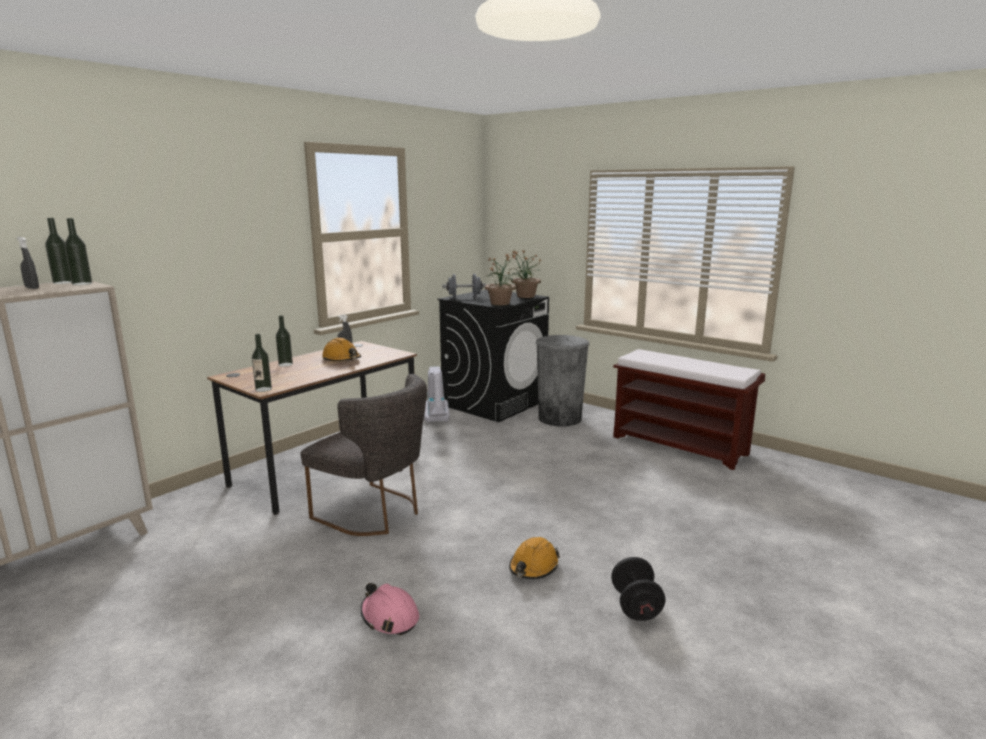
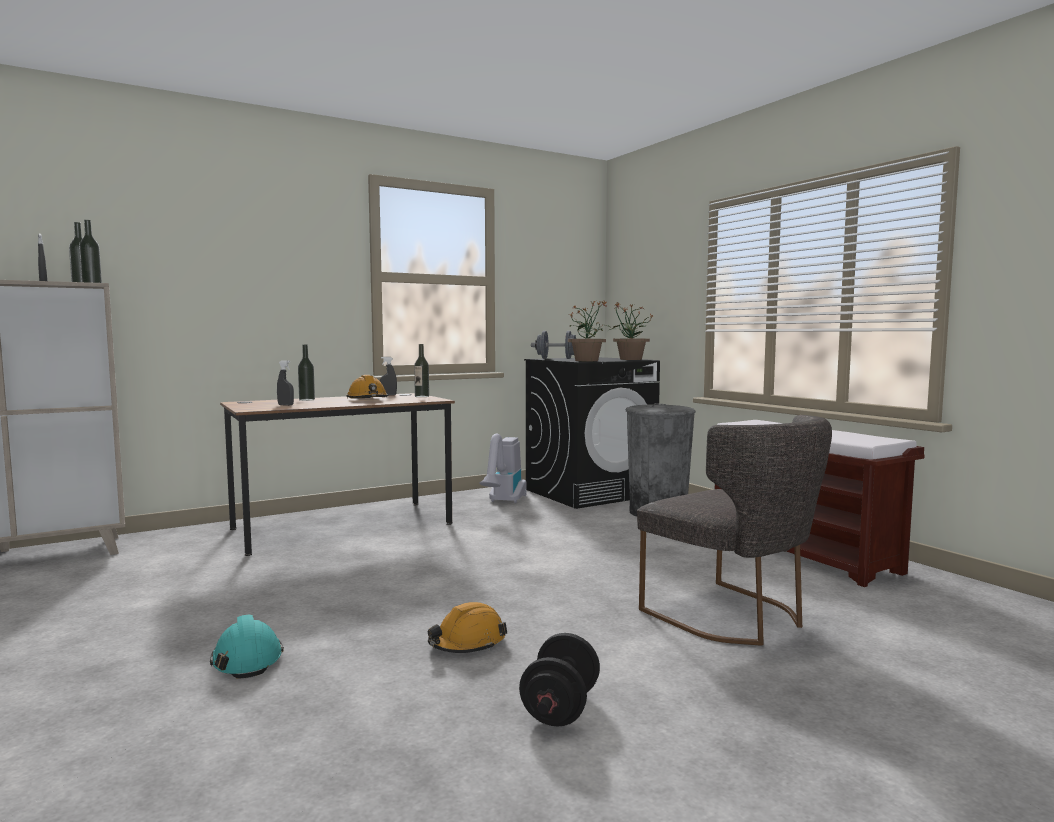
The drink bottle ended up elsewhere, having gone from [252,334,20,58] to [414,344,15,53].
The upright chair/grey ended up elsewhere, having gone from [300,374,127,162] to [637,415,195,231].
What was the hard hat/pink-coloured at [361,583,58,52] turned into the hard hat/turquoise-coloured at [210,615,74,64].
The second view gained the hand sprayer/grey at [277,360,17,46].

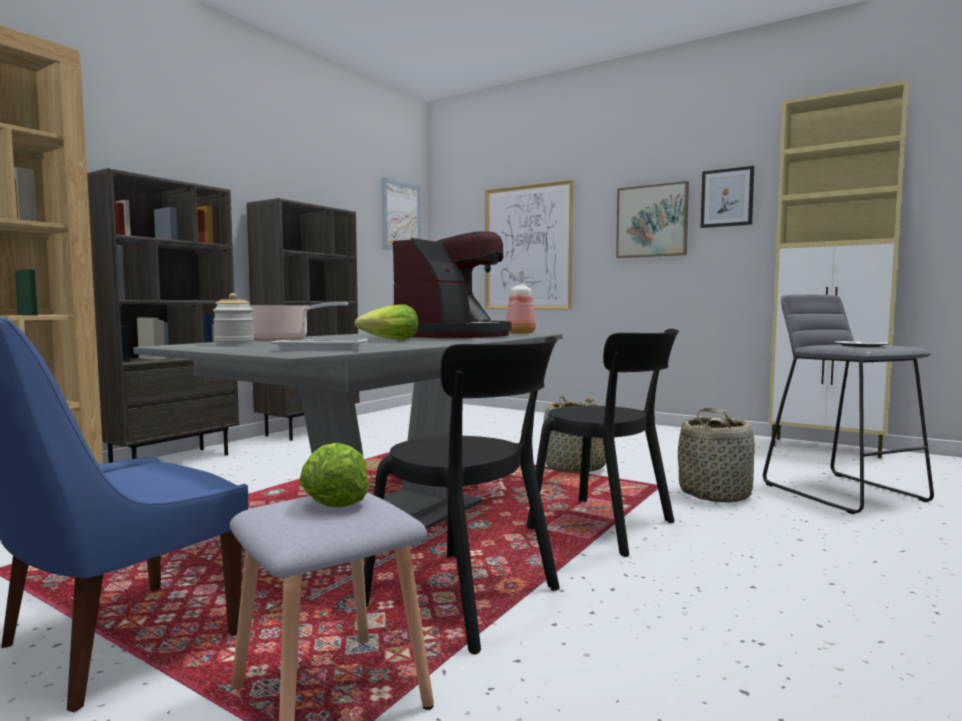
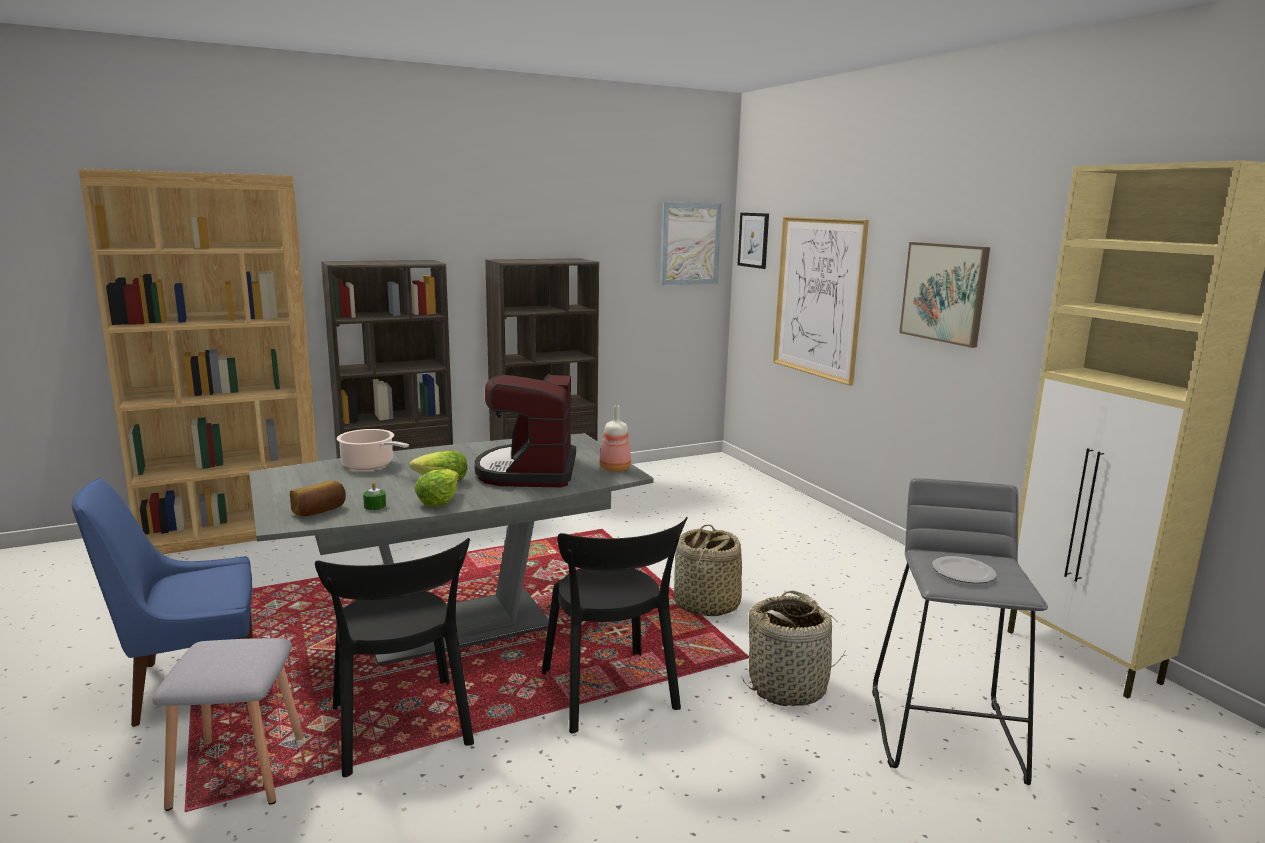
The picture ended up elsewhere, having gone from [701,166,53,62] to [738,213,31,56].
The coffee maker at [393,231,119,107] ended up facing another way, 120 degrees clockwise from before.
The second view lost the jar at [213,293,41,52].
Where the serving tray/whitish stood at [271,339,97,12], the bread came to stand at [290,480,56,36].
The head of lettuce ended up elsewhere, having gone from [299,443,70,65] to [415,469,44,38].
The second view gained the wax candle/greenish at [363,482,23,28].

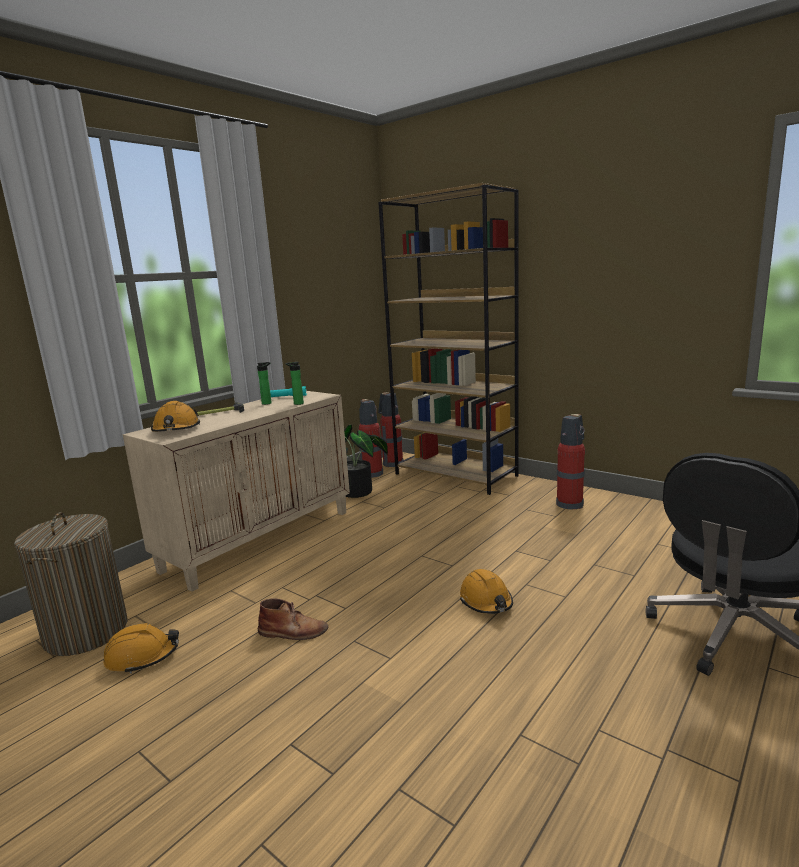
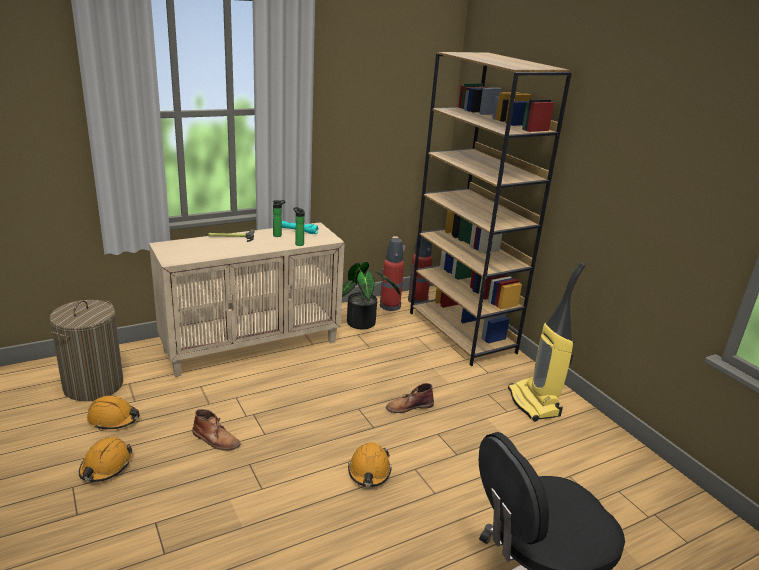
The hard hat/orange ended up elsewhere, having gone from [151,401,49,31] to [79,437,53,45].
Where the fire-fighting cylinder stood at [556,414,29,95], the vacuum came to stand at [508,262,77,160].
The second view gained the tall boot/brown at [386,383,48,30].

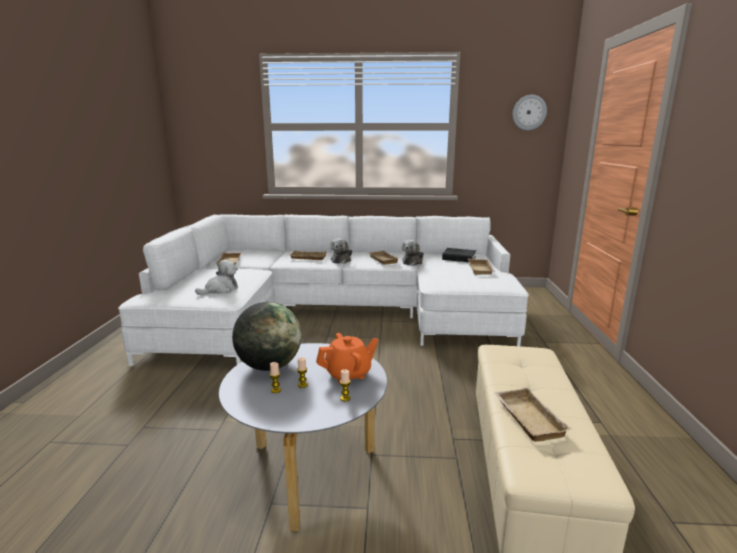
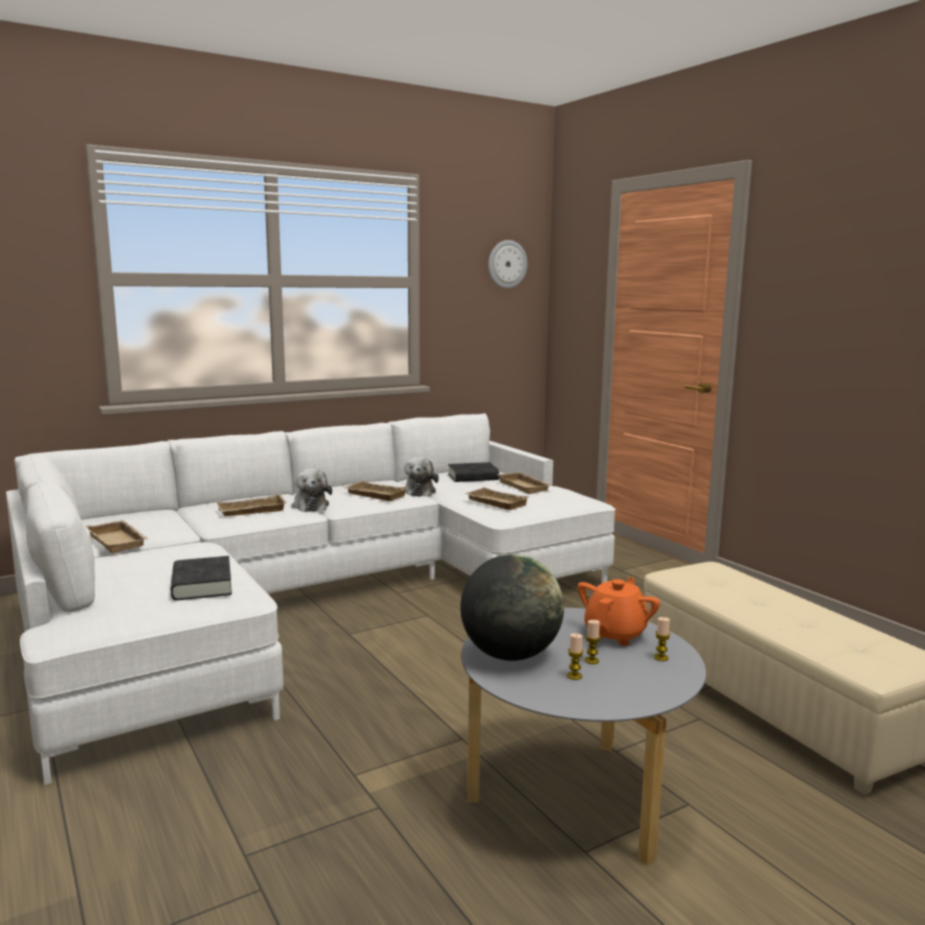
Where the soft toy stood at [195,260,43,35], the book/black-coloured came to stand at [171,556,61,45].
The serving tray/beige-coloured ended up elsewhere, having gone from [494,388,77,54] to [464,487,66,23].

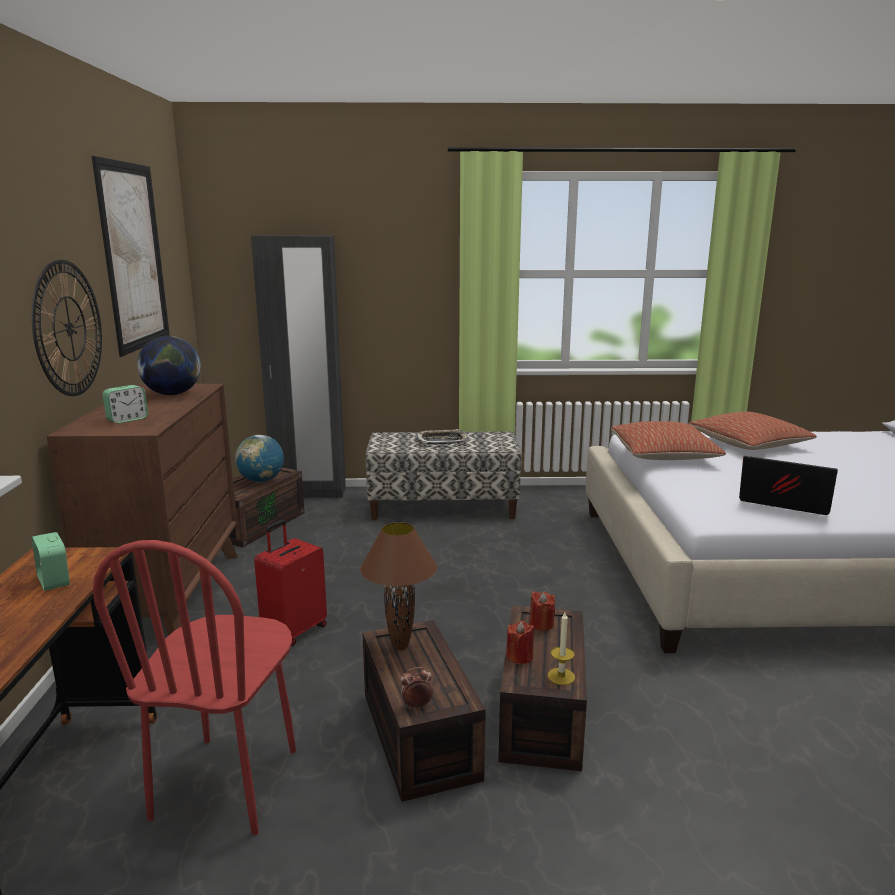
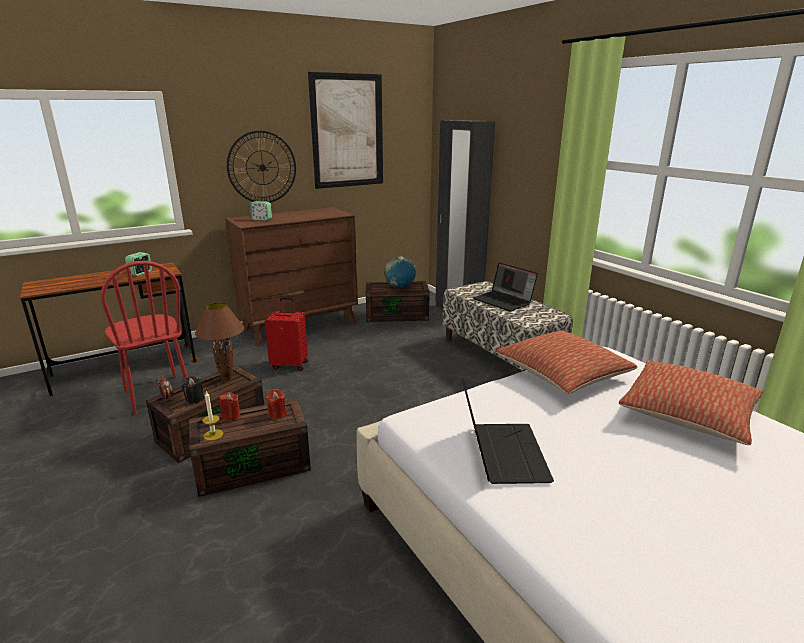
The second view lost the world globe at [137,336,64,59].
Where the serving tray stood at [415,429,53,15], the notebook computer came to stand at [473,263,65,49].
The upright chair/reddish at [93,540,203,295] ended up facing another way, 105 degrees counterclockwise from before.
The second view gained the wax candle/black-coloured at [182,376,22,28].

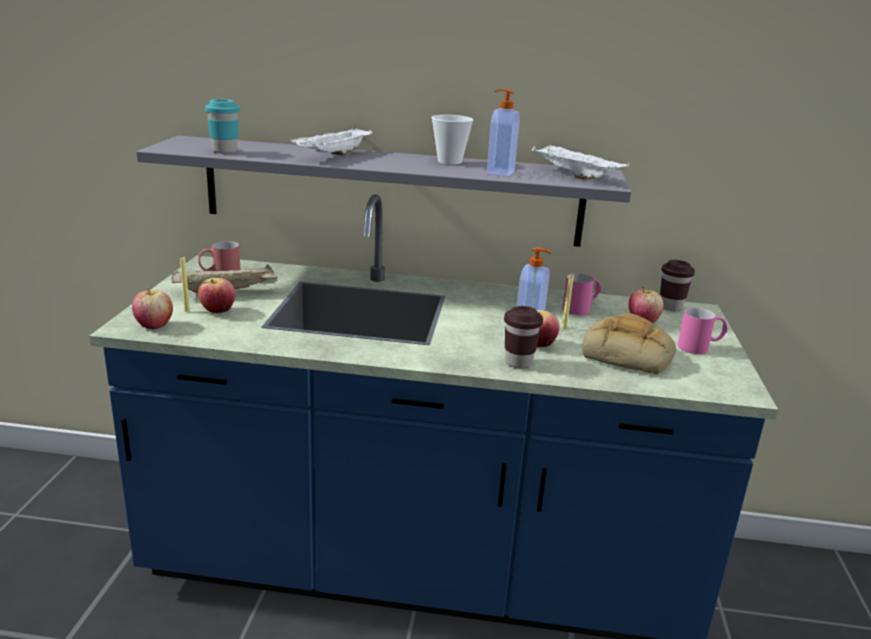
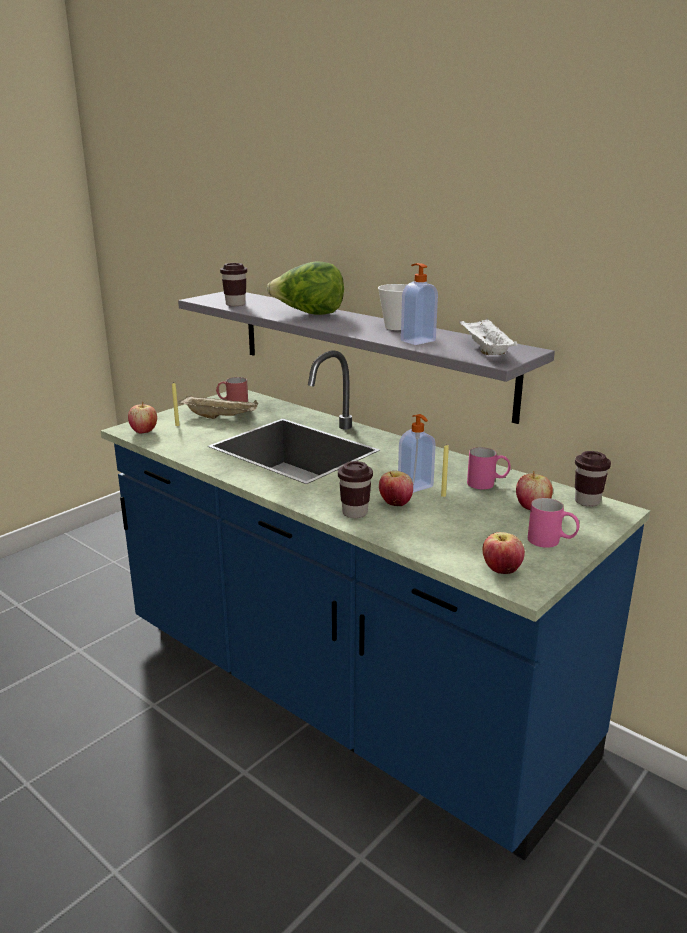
What was the drinking cup/turquoise-coloured at [205,99,35,54] turned into the drinking cup/brown at [220,263,27,43].
Where the serving tray/whitish stood at [291,126,82,30], the head of lettuce came to stand at [267,261,77,54].
The apple ended up elsewhere, having gone from [198,278,37,35] to [483,532,42,42].
The second view lost the bread at [582,313,94,62].

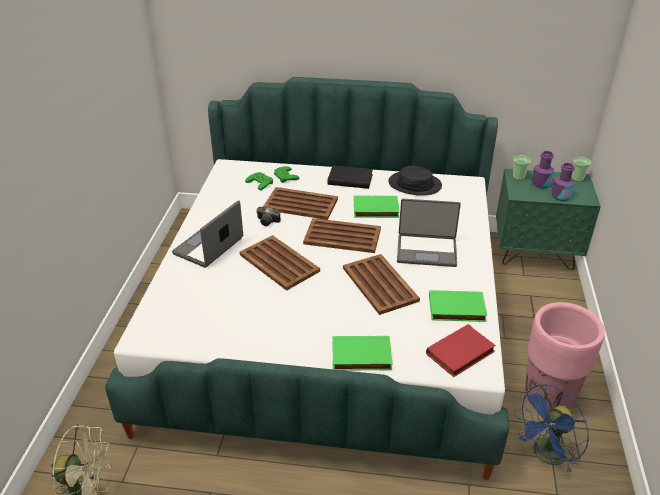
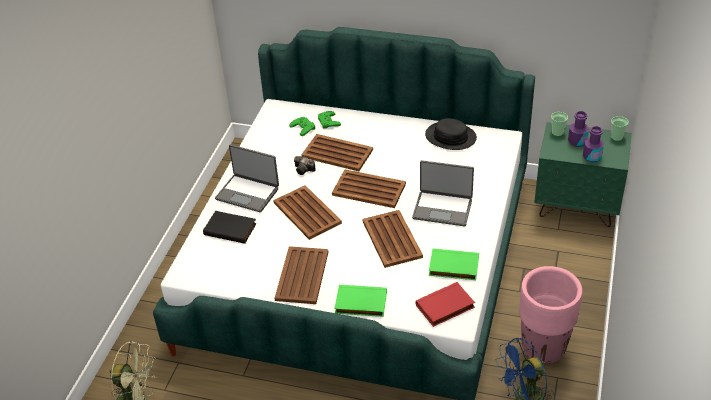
The book/black-coloured ended up elsewhere, having gone from [328,165,45,24] to [203,211,54,33].
The second view lost the book/greenish at [354,196,45,22].
The notebook computer at [172,200,71,68] ended up facing another way, 105 degrees counterclockwise from before.
The second view gained the serving tray/brown at [275,246,53,58].

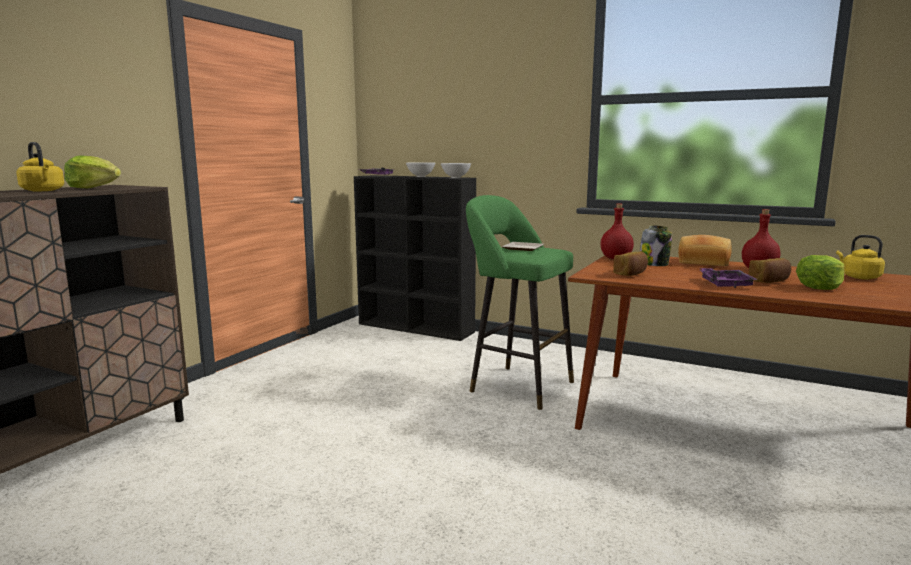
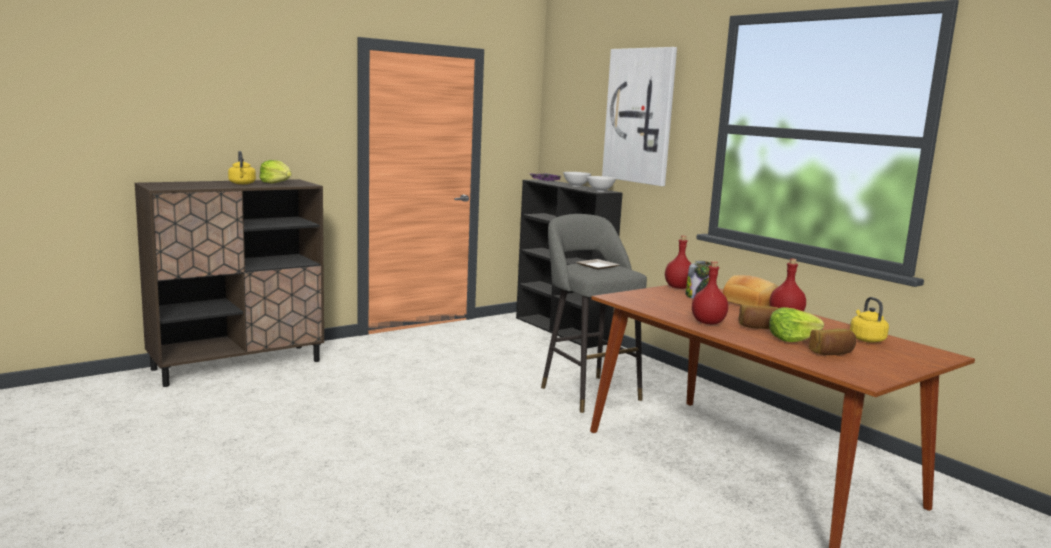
What was the sitting stool/greenish at [466,195,108,215] turned into the sitting stool/grey at [541,214,106,199].
The bread ended up elsewhere, having gone from [613,251,35,25] to [809,328,47,27].
Where the serving tray/purple-coloured stood at [699,268,59,20], the drink bottle/reddish came to stand at [692,261,36,63].
The second view gained the picture at [602,47,75,139].

